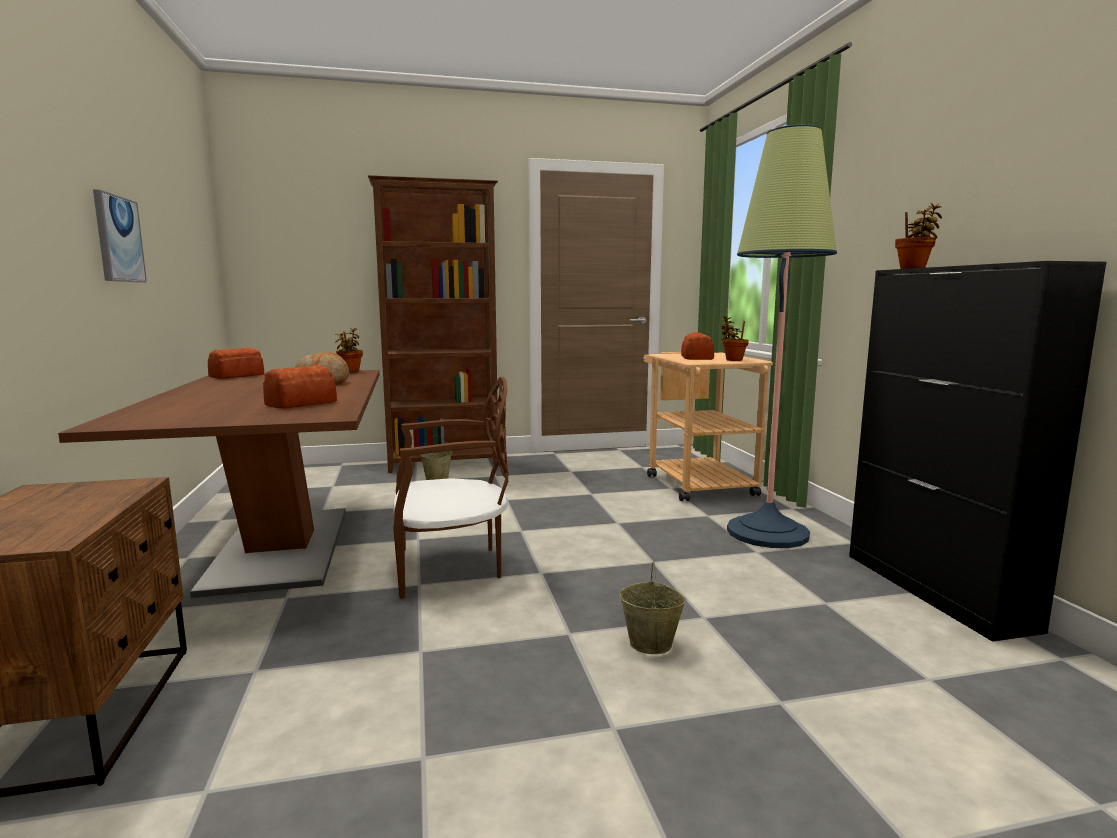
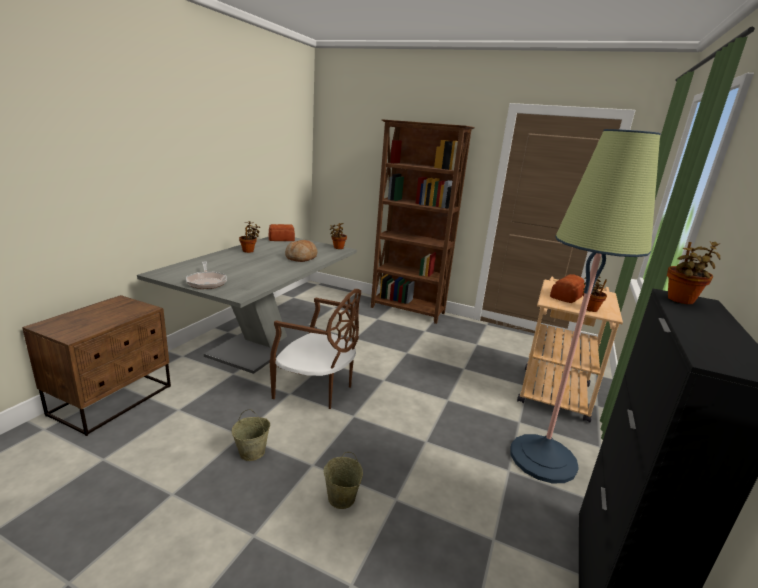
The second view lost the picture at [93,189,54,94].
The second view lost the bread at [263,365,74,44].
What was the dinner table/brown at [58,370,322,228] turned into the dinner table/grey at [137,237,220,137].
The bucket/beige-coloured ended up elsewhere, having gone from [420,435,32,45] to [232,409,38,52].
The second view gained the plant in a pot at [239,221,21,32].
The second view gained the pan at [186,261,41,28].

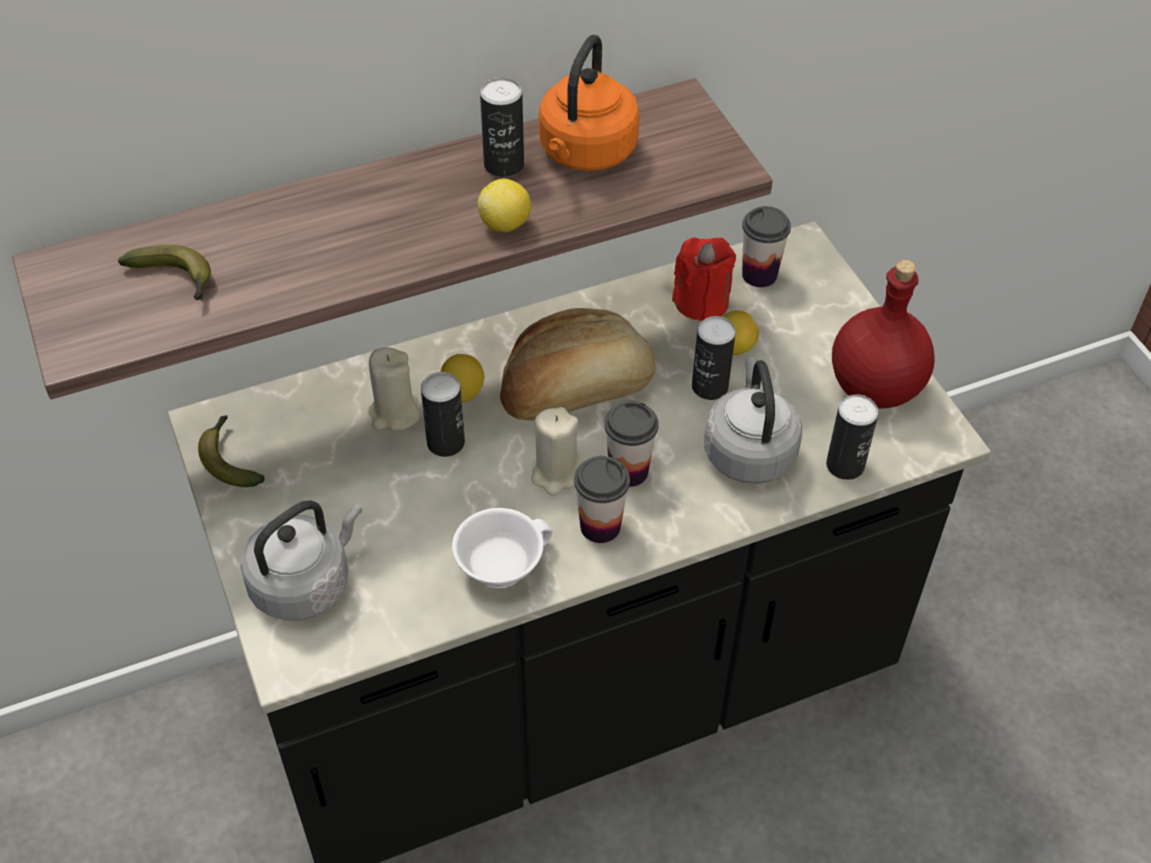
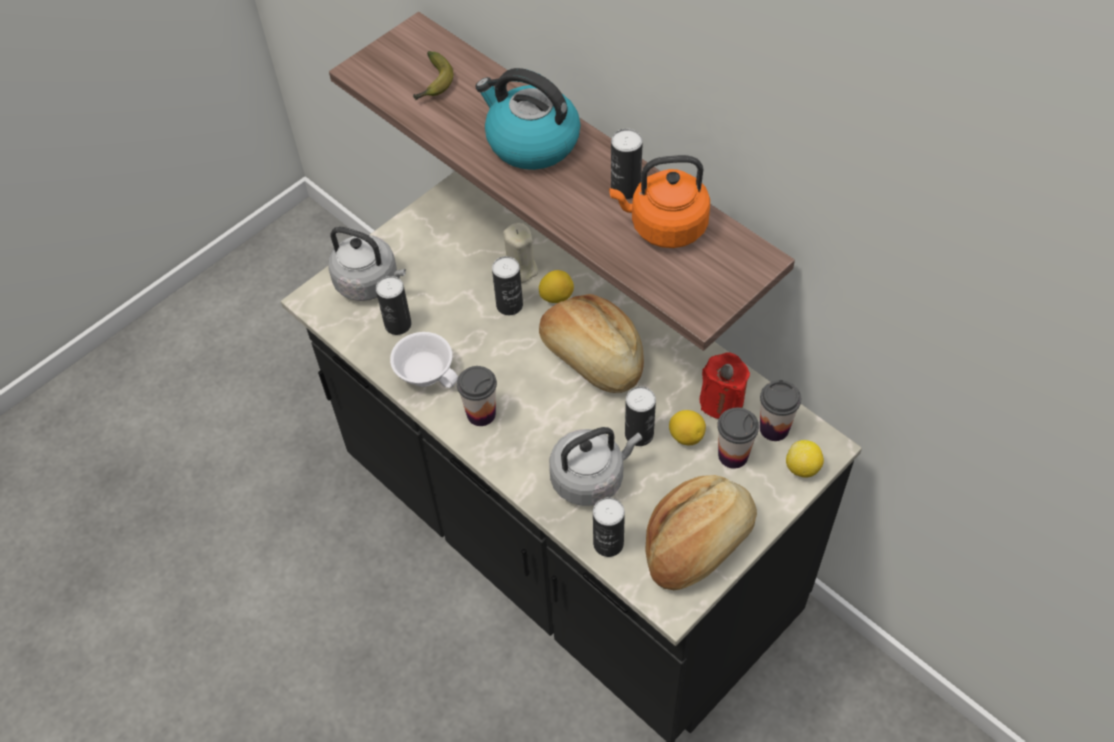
The whole lemon ended up elsewhere, having gone from [478,179,53,53] to [786,440,38,38].
Where the drink bottle/reddish stood at [832,259,103,150], the bread came to stand at [645,475,112,115].
The drinking cup ended up elsewhere, having gone from [604,401,54,86] to [717,407,42,62].
The second view lost the wax candle/beige-coloured at [531,407,52,89].
The second view lost the banana at [198,415,67,72].
The second view gained the water kettle at [476,68,105,102].
The second view gained the sealed can at [376,276,35,59].

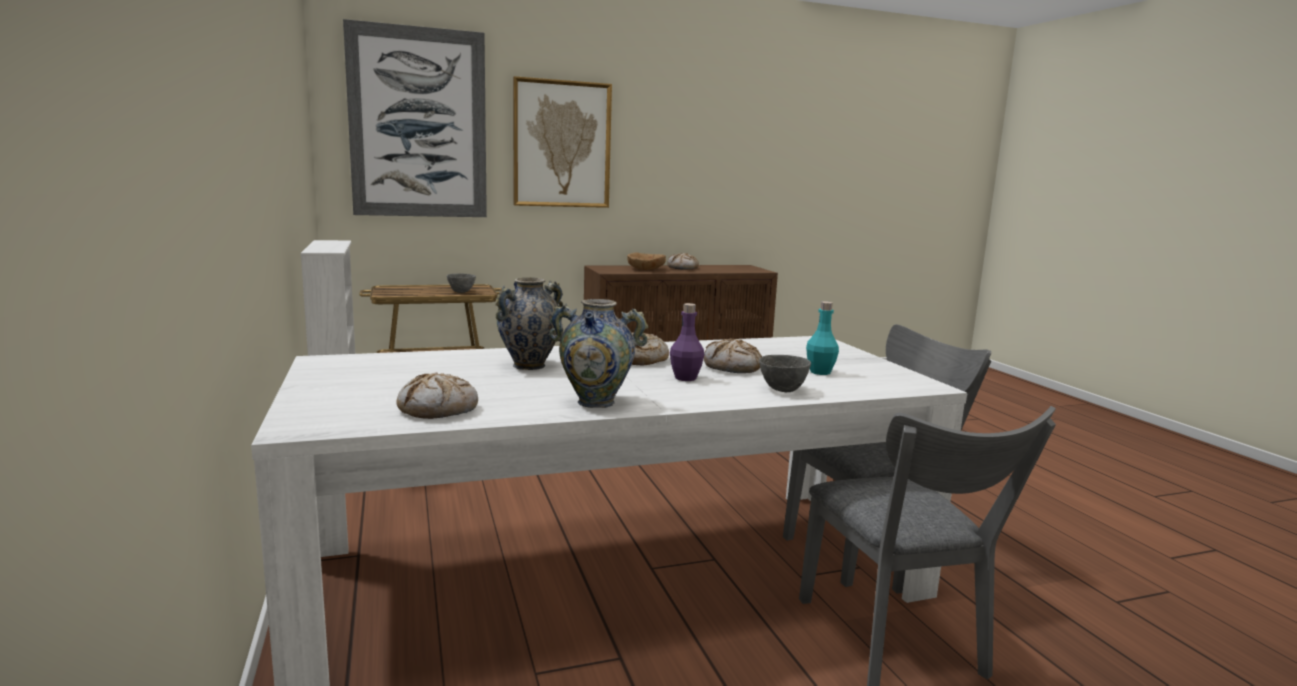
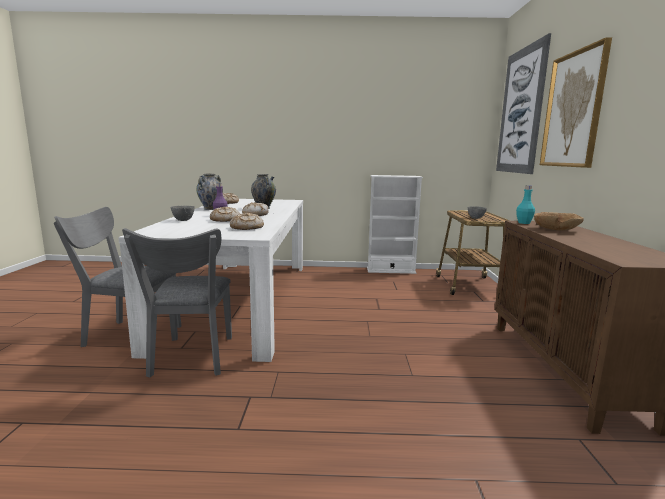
The bread ended up elsewhere, having gone from [667,253,32,17] to [230,213,34,17].
The drink bottle/turquoise-coloured ended up elsewhere, having gone from [806,301,33,74] to [516,185,19,39].

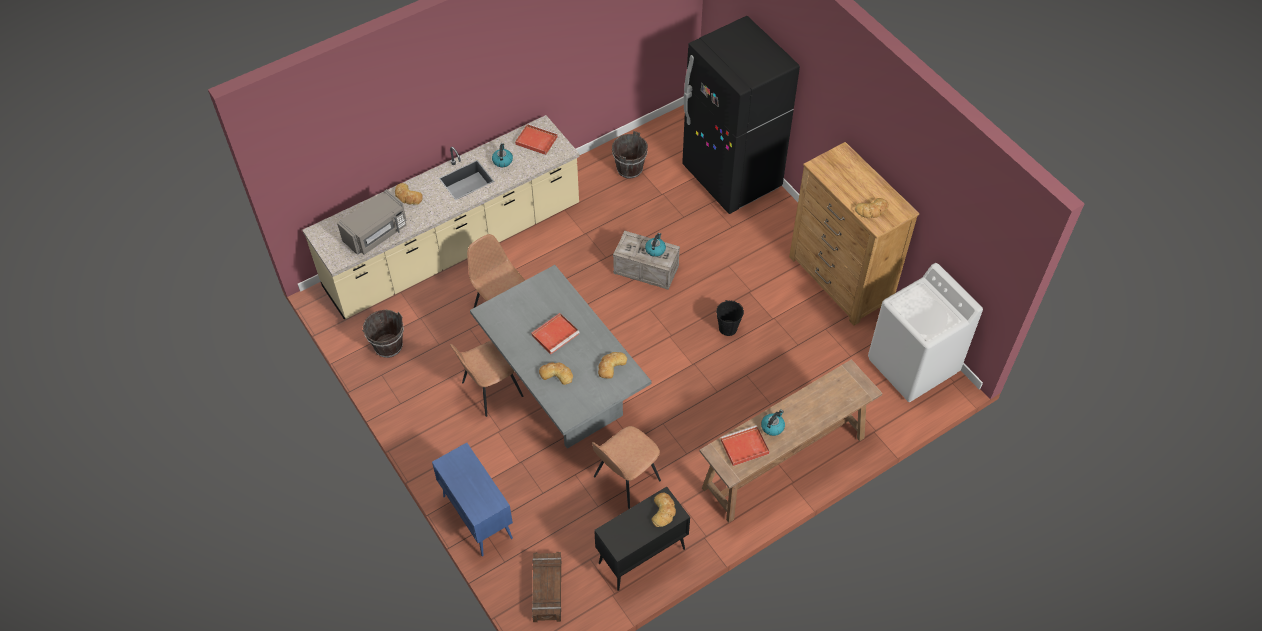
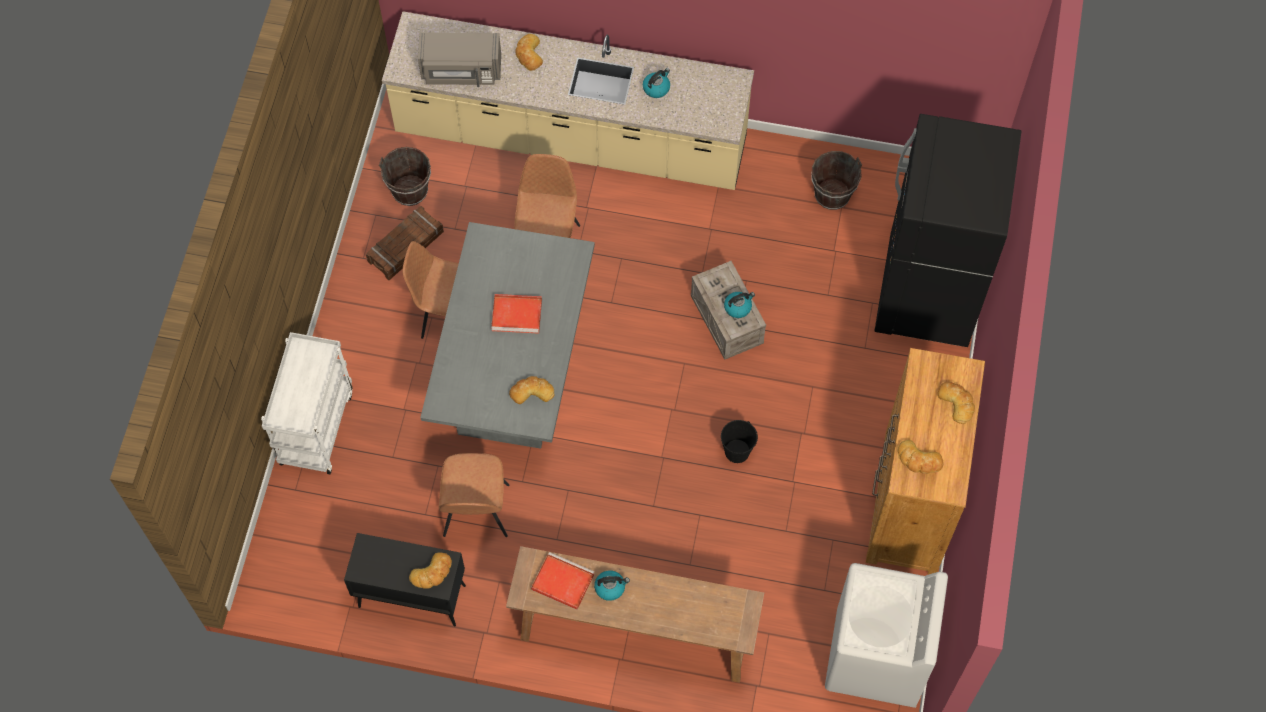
The second view lost the serving tray/reddish at [515,123,43,32].
The bread ended up elsewhere, having gone from [539,362,34,23] to [938,382,37,42].
The upright chair/brown at [592,426,69,83] ended up facing another way, 90 degrees counterclockwise from before.
Where the cupboard/blue-coloured stood at [432,443,81,113], the wheeled cart/whitish came to stand at [261,332,92,142].
The crate ended up elsewhere, having gone from [532,552,29,70] to [366,206,78,74].

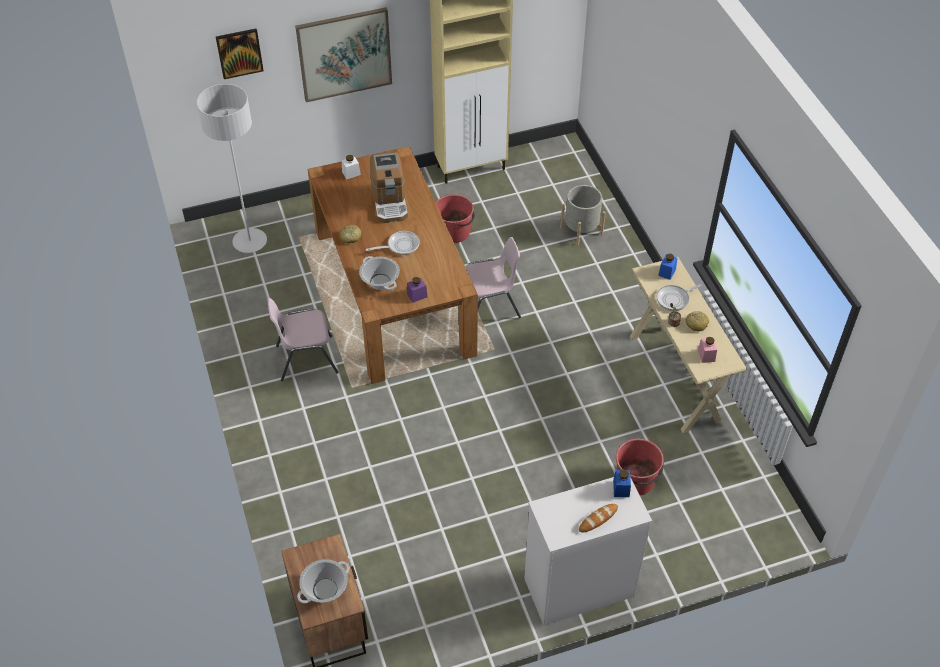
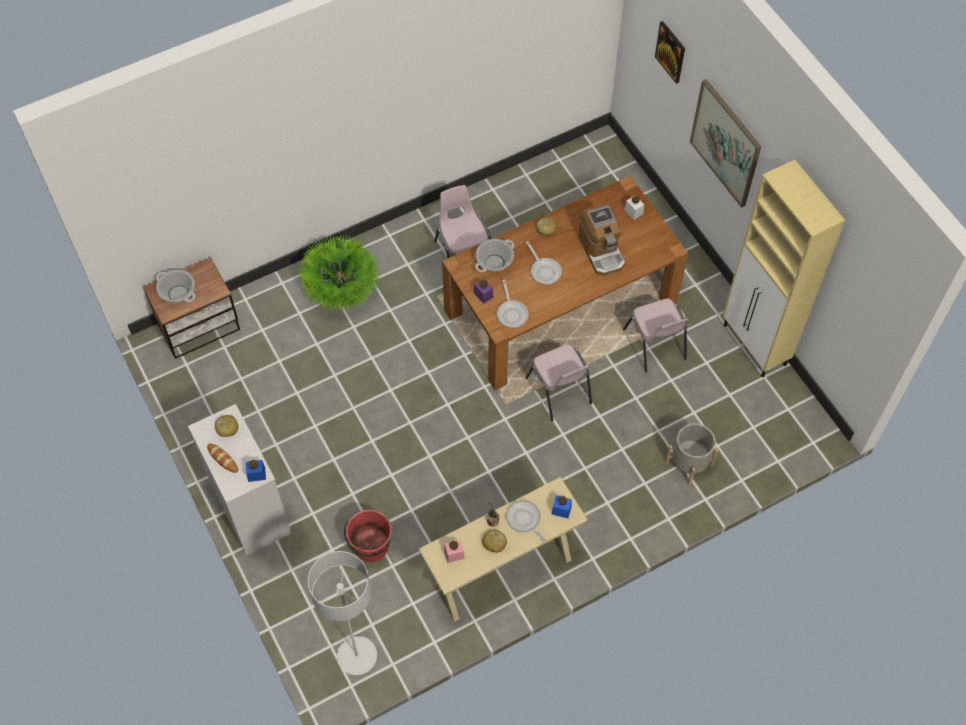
The floor lamp/grey ended up elsewhere, having gone from [197,84,70,169] to [308,551,69,124].
The coffee maker at [370,151,38,72] ended up facing another way, 90 degrees counterclockwise from before.
Where the bucket/reddish stood at [436,194,39,49], the upright chair/pink-coloured came to stand at [623,298,65,75].
The second view gained the plant in a pot at [298,234,83,78].
The second view gained the pan at [497,280,31,48].
The second view gained the bread at [215,415,24,22].

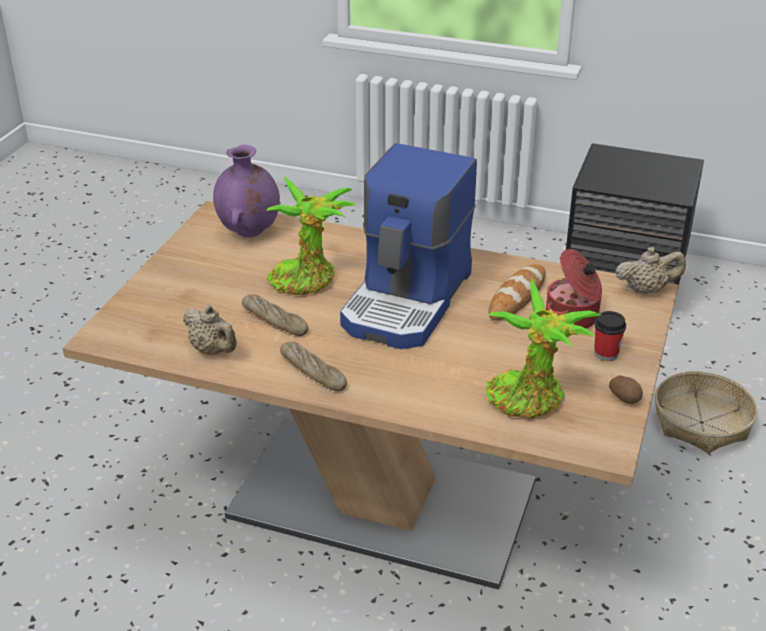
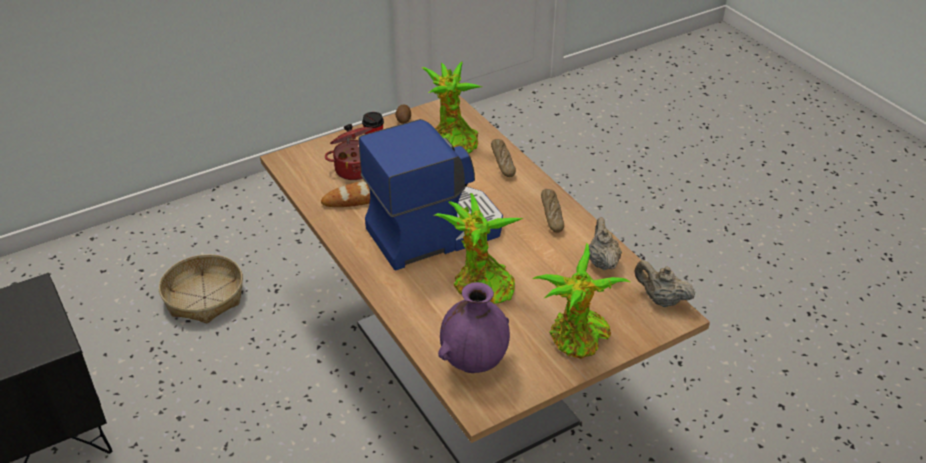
The teapot/beige-coloured ended up elsewhere, having gone from [615,247,71,47] to [634,260,61,47].
The bread ended up elsewhere, having gone from [242,294,66,42] to [491,139,25,38].
The second view gained the plant in a pot at [533,242,97,117].

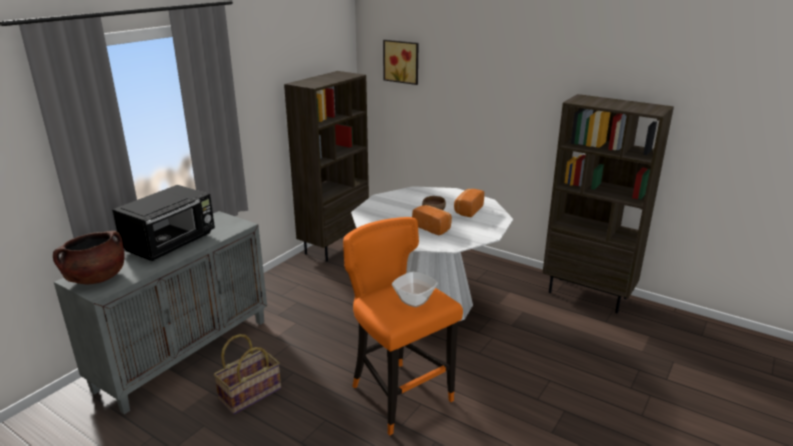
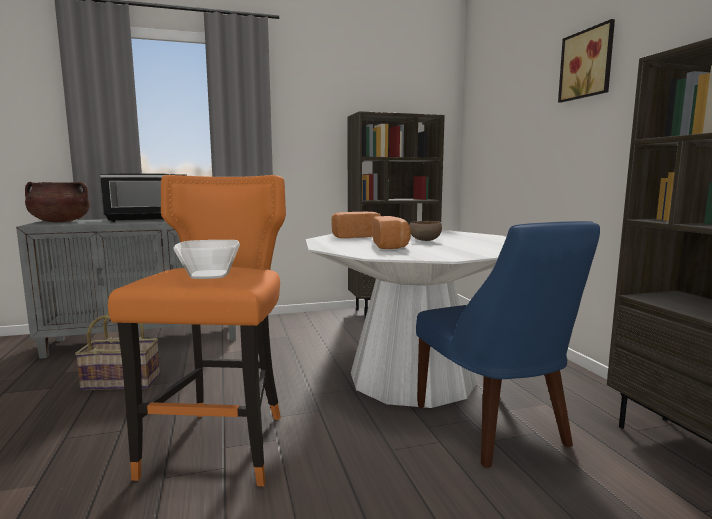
The picture ended up elsewhere, having gone from [383,40,36,45] to [558,19,57,84].
The bread ended up elsewhere, having gone from [454,189,30,28] to [332,212,49,26].
The second view gained the upright chair/blue-coloured at [416,221,184,247].

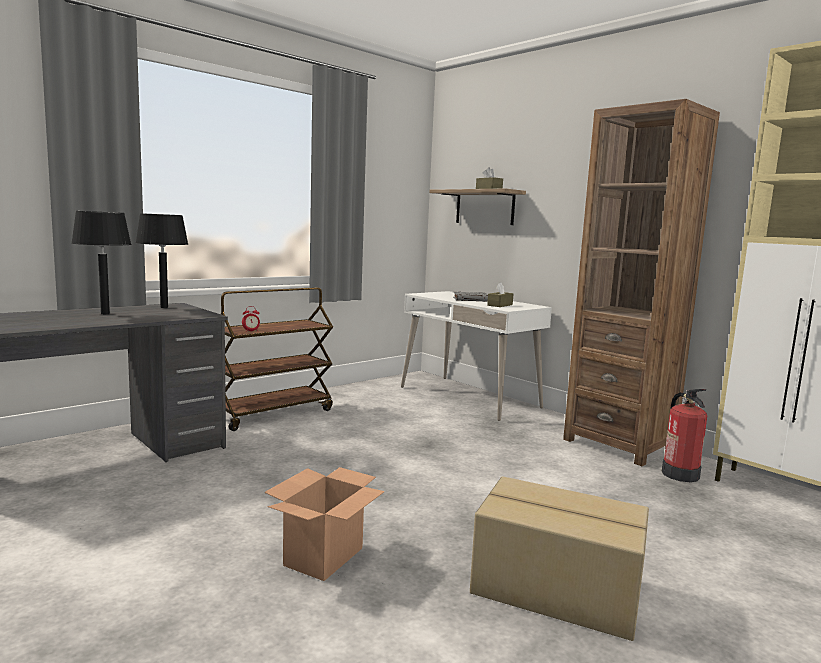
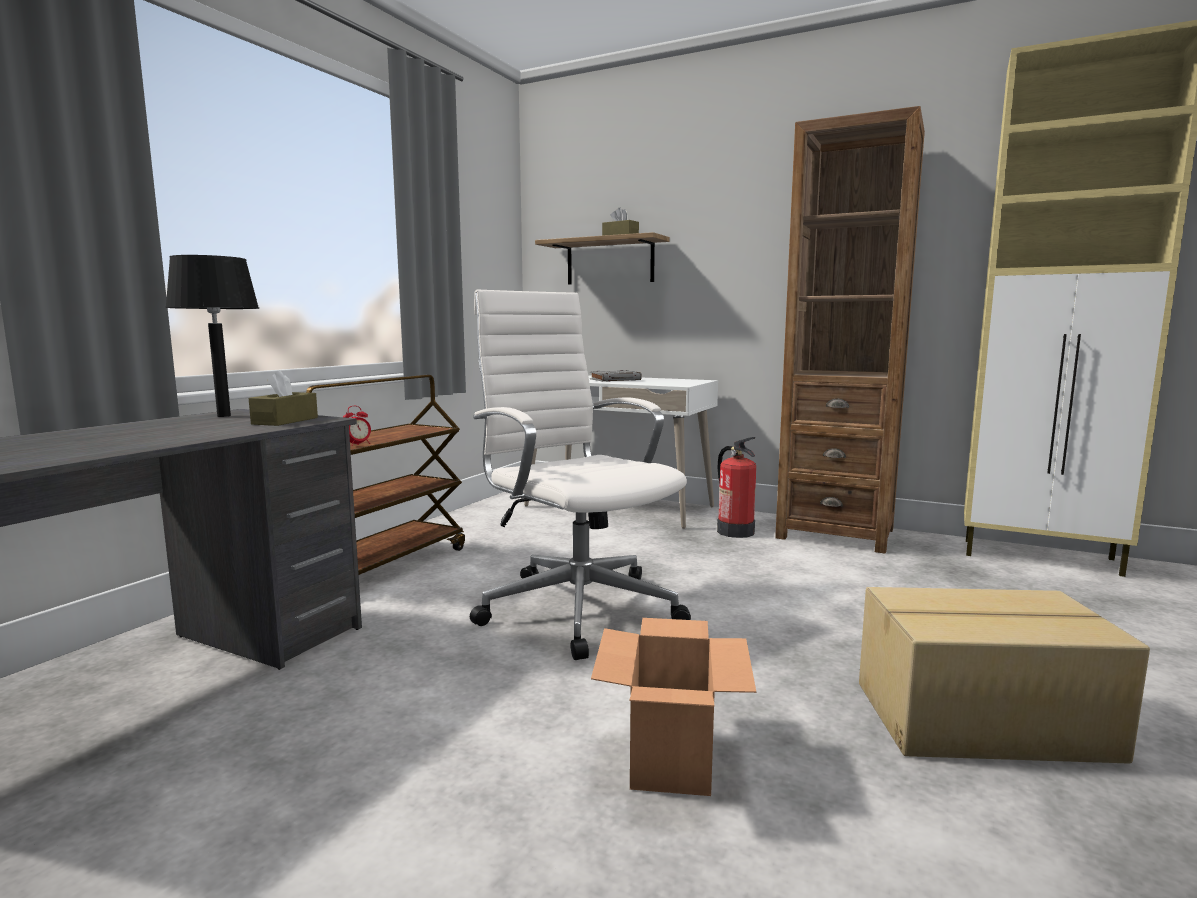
The second view lost the lamp for a table/black-coloured at [71,211,61,103].
The box of tissues/brown ended up elsewhere, having gone from [487,282,26,25] to [249,370,69,56].
The fire-fighting cylinder ended up elsewhere, having gone from [662,389,45,93] to [717,437,39,101].
The second view gained the office chair/whitish at [470,290,221,370].

